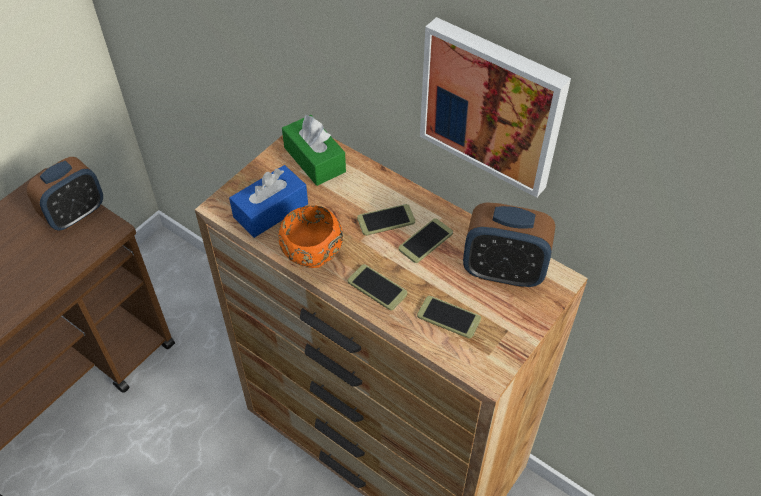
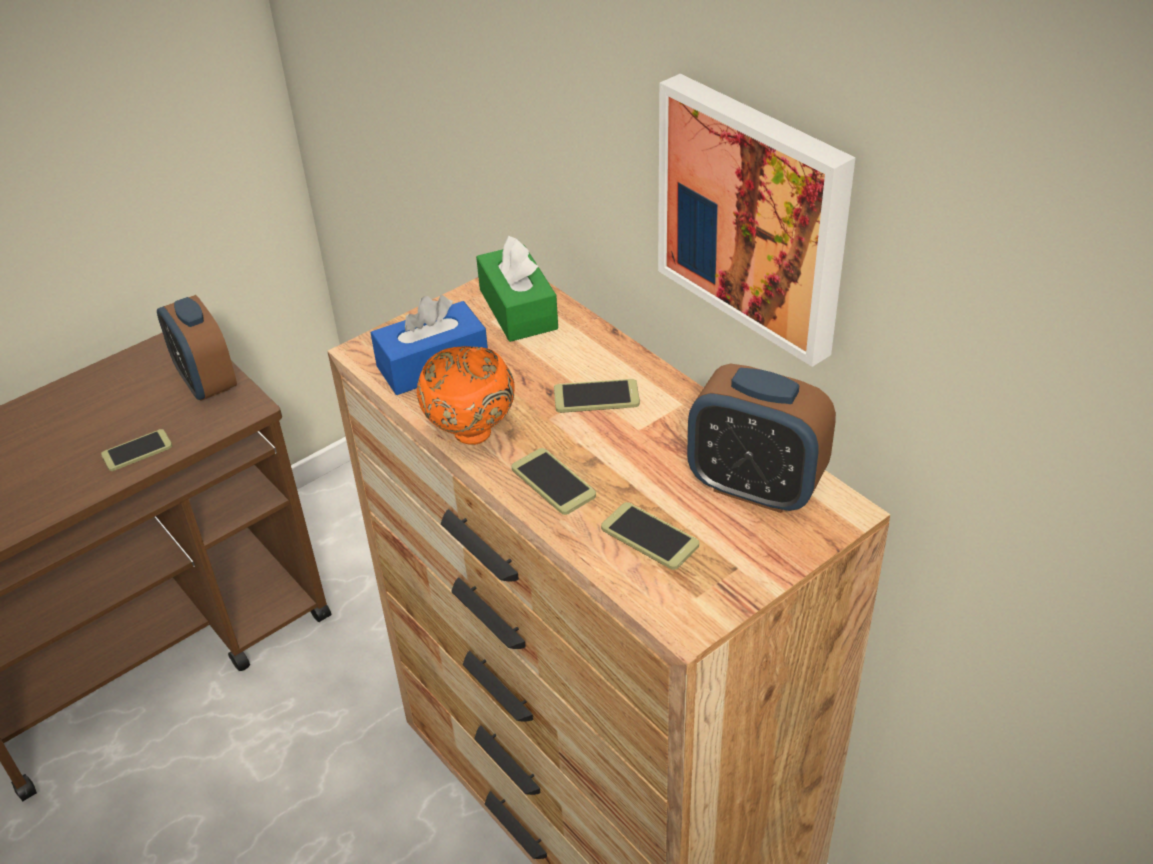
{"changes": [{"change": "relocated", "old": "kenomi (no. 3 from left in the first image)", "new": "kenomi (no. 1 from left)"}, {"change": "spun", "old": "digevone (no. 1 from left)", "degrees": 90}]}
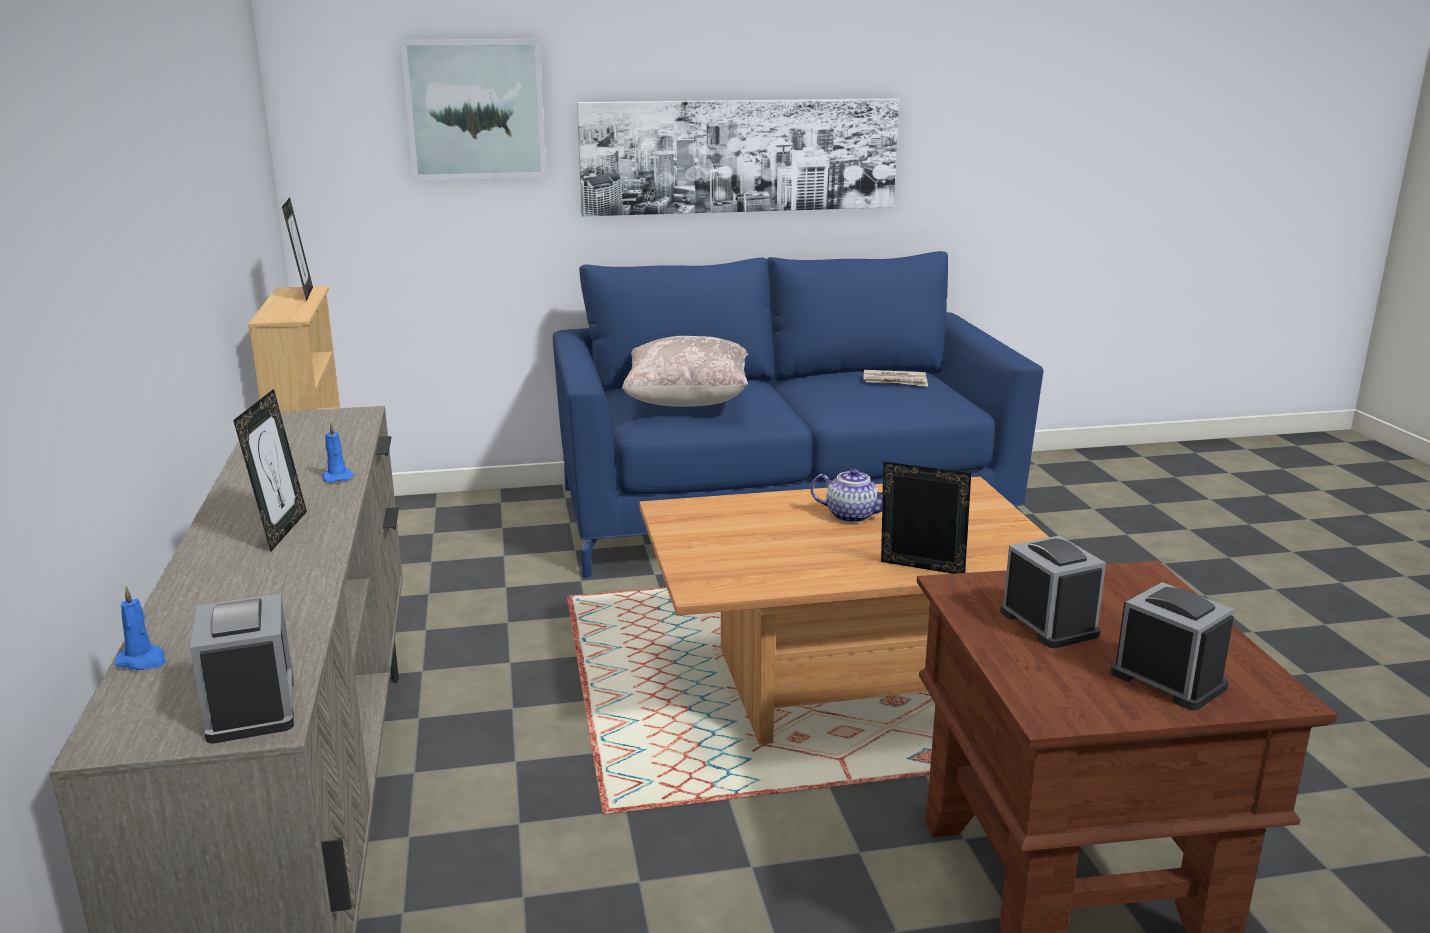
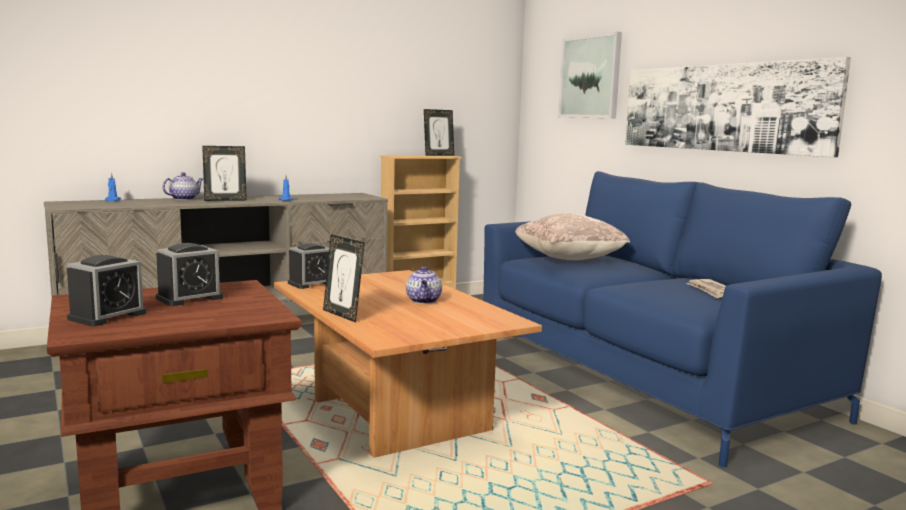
{"changes": [{"change": "appeared", "new": "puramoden (no. 1 from left)"}, {"change": "relocated", "old": "digevone (no. 1 from left in the first image)", "new": "digevone (no. 3 from left)"}, {"change": "spun", "old": "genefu (no. 3 from left in the first image)", "degrees": 135}]}
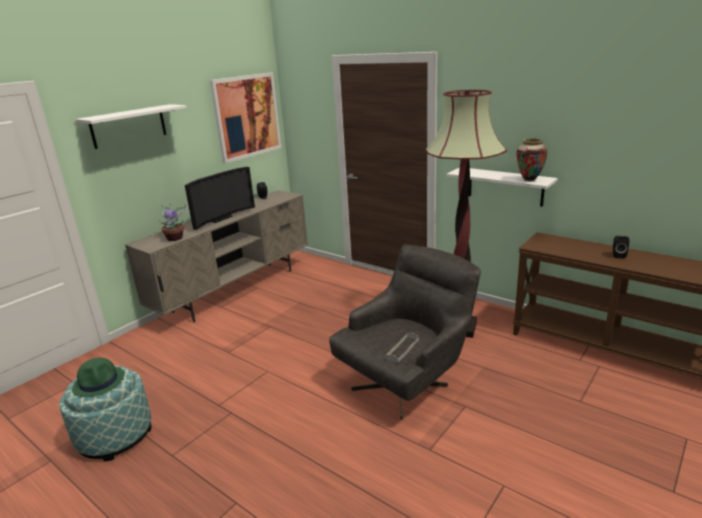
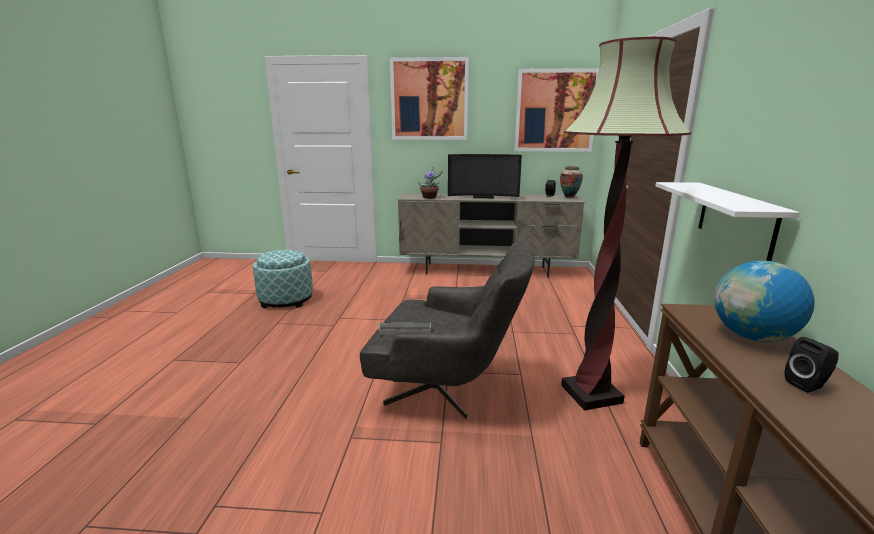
{"changes": [{"change": "missing", "old": "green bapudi"}, {"change": "appeared", "new": "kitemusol"}, {"change": "relocated", "old": "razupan"}, {"change": "exchanged", "old": "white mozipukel (no. 1 from left)", "new": "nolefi (no. 1 from left)"}]}
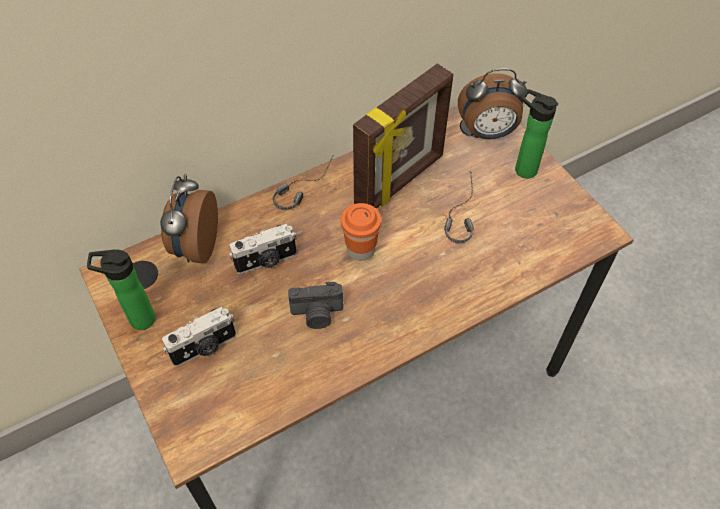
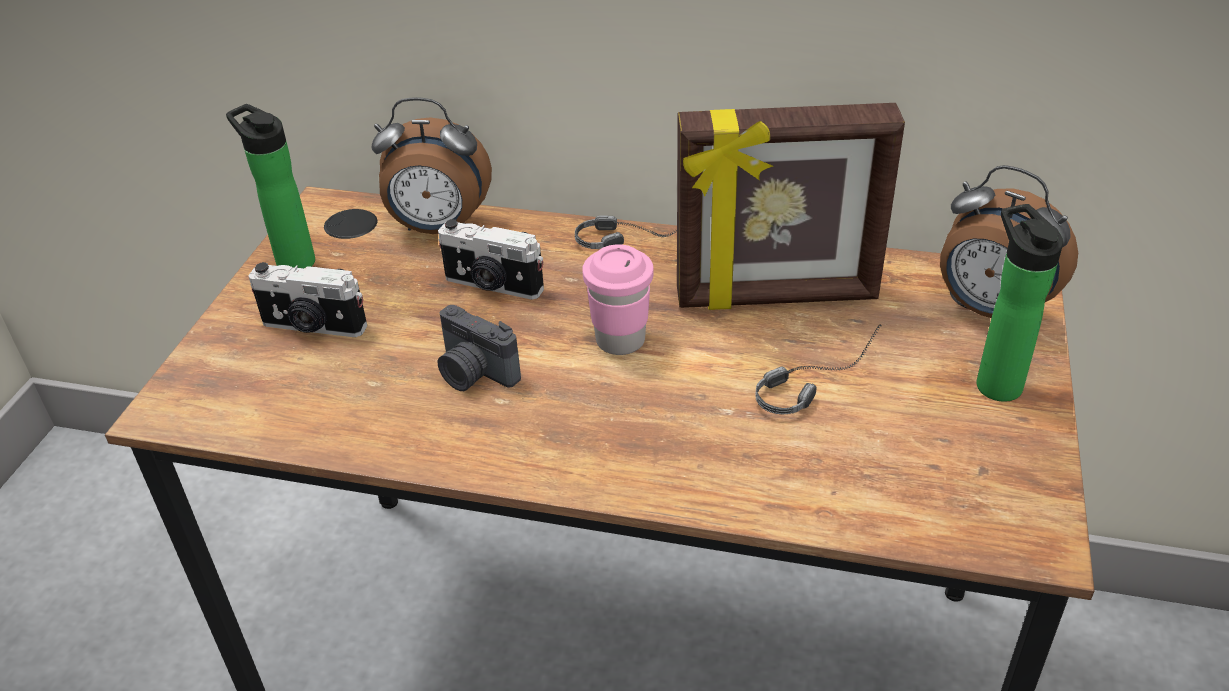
{"changes": [{"change": "colour", "old": "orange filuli", "new": "pink filuli"}, {"change": "spun", "old": "digevone (no. 1 from left)", "degrees": -135}]}
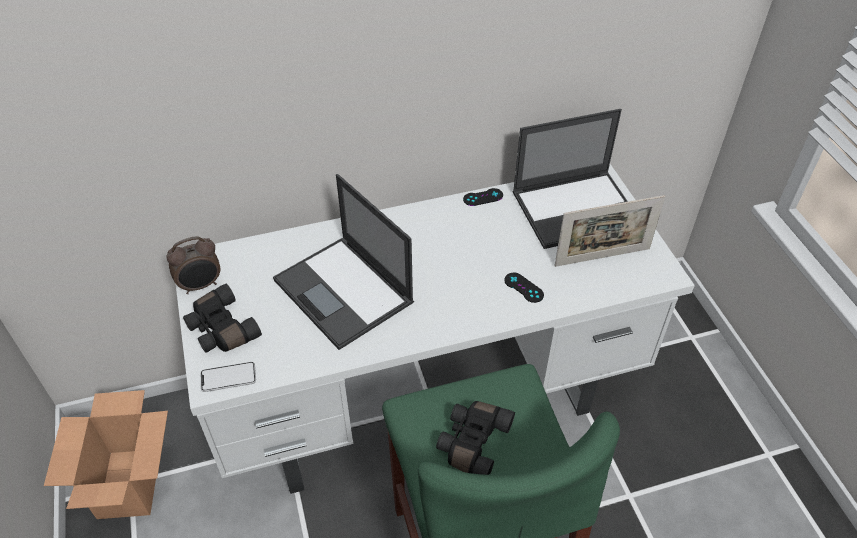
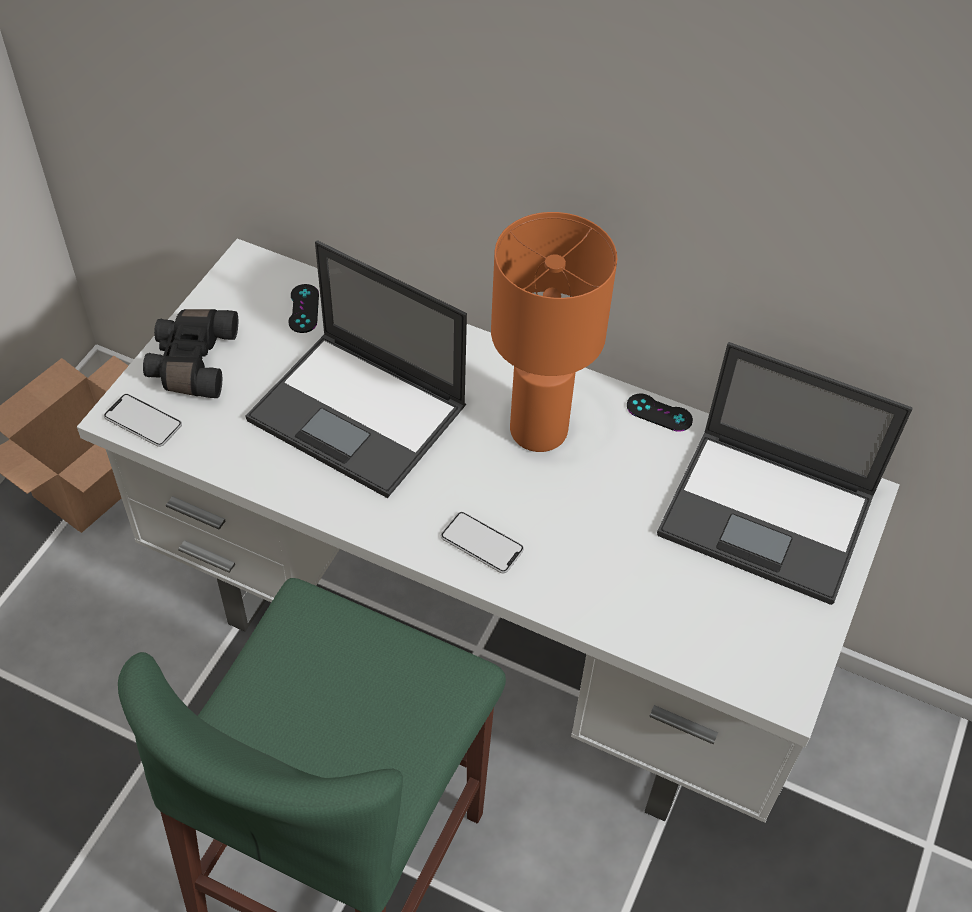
{"changes": [{"change": "missing", "old": "digevone"}, {"change": "missing", "old": "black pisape (no. 2 from left)"}, {"change": "missing", "old": "genefu"}, {"change": "appeared", "new": "kenomi (no. 2 from left)"}, {"change": "appeared", "new": "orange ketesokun"}, {"change": "relocated", "old": "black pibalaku (no. 2 from left in the first image)", "new": "black pibalaku (no. 1 from left)"}, {"change": "spun", "old": "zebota (no. 1 from left)", "degrees": -60}]}
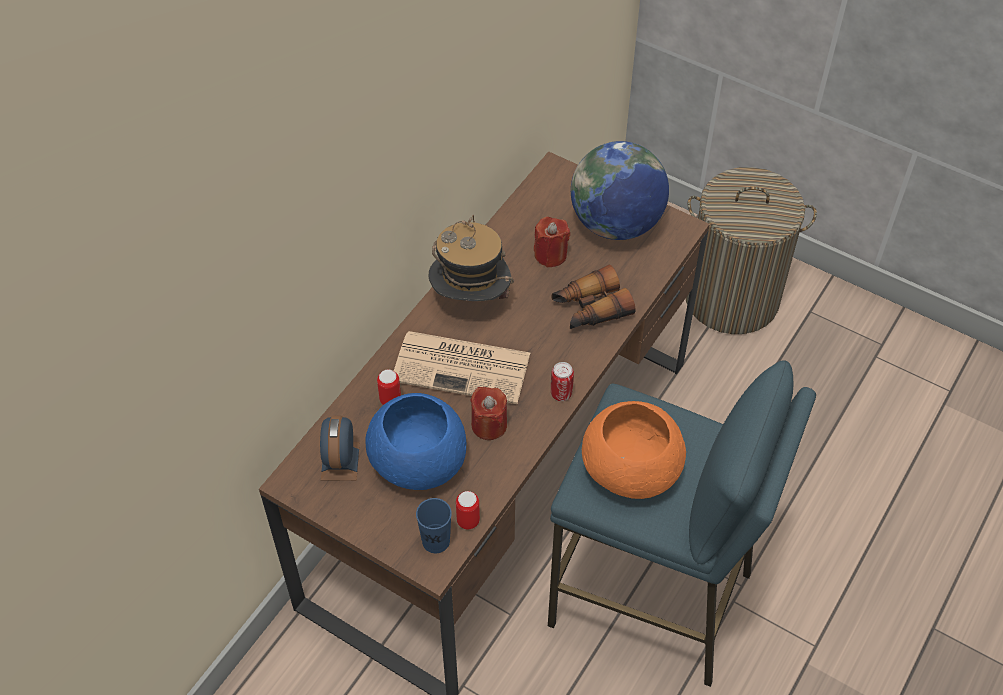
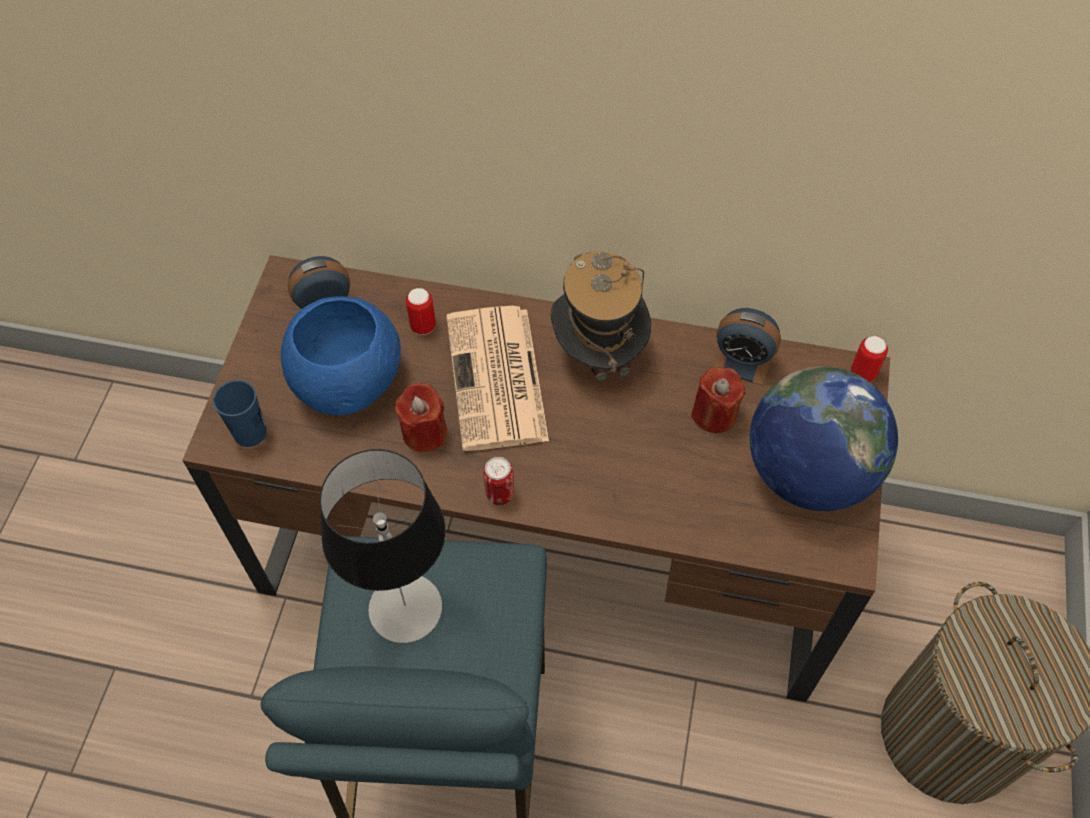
{"changes": [{"change": "missing", "old": "pisape"}, {"change": "appeared", "new": "digevone (no. 2 from left)"}, {"change": "relocated", "old": "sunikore (no. 2 from left in the first image)", "new": "sunikore (no. 3 from left)"}, {"change": "exchanged", "old": "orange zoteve", "new": "ketesokun"}]}
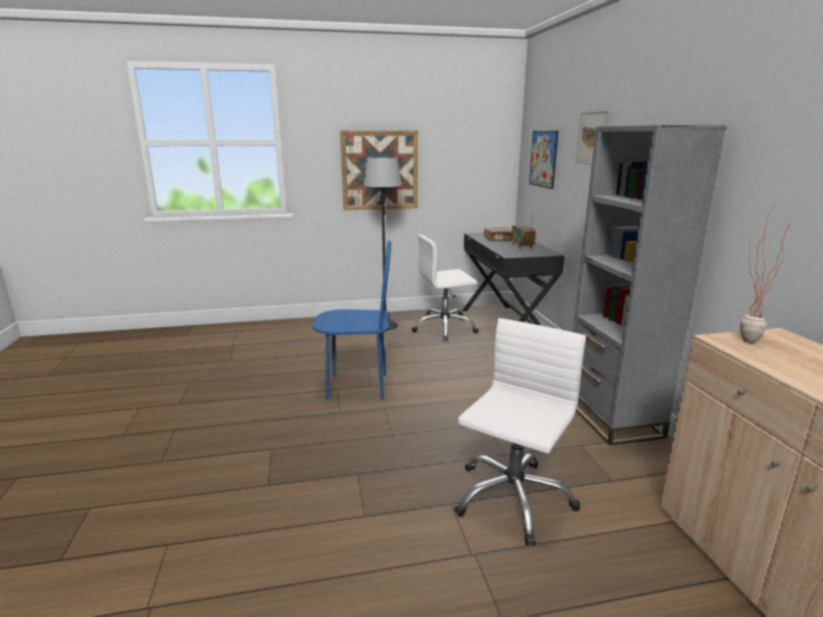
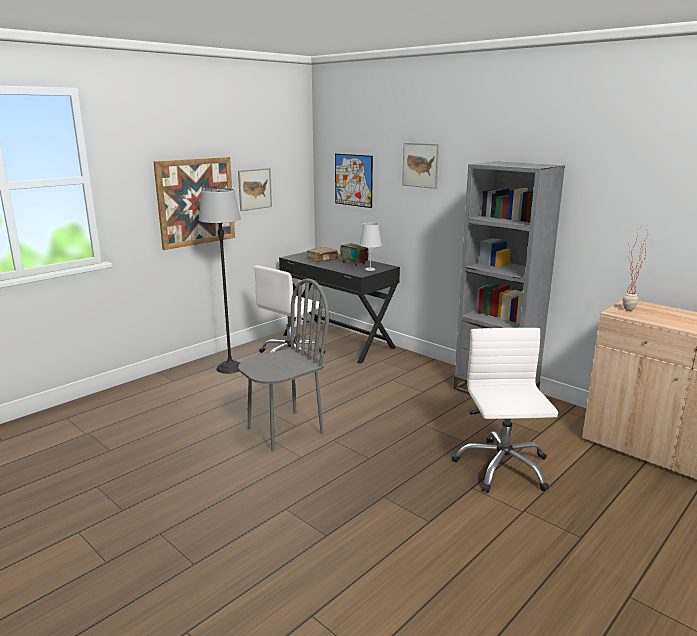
{"changes": [{"change": "appeared", "new": "nolefi (no. 2 from left)"}, {"change": "appeared", "new": "white ketesokun"}, {"change": "colour", "old": "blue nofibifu", "new": "grey nofibifu"}]}
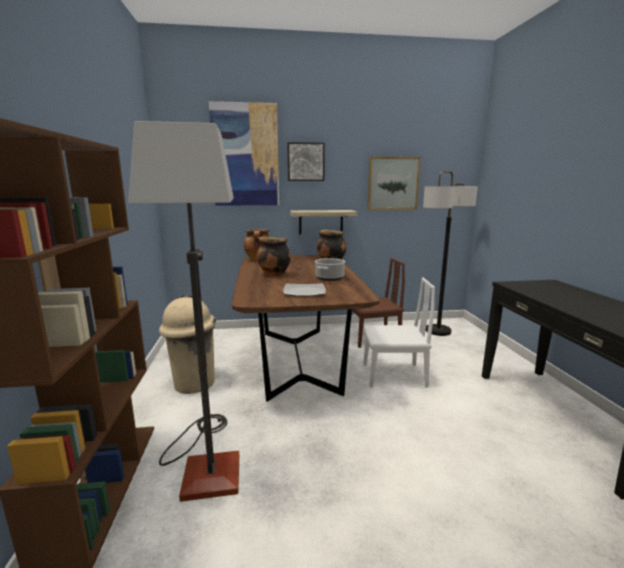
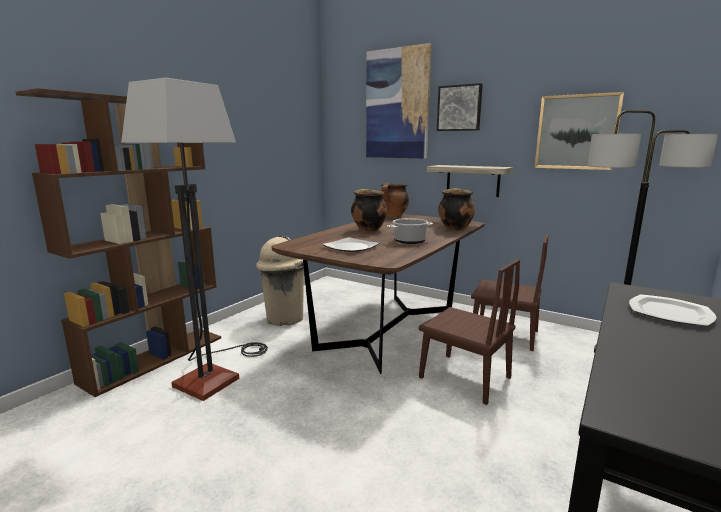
{"changes": [{"change": "appeared", "new": "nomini (no. 2 from left)"}, {"change": "colour", "old": "white nofibifu", "new": "brown nofibifu (no. 1 from left)"}]}
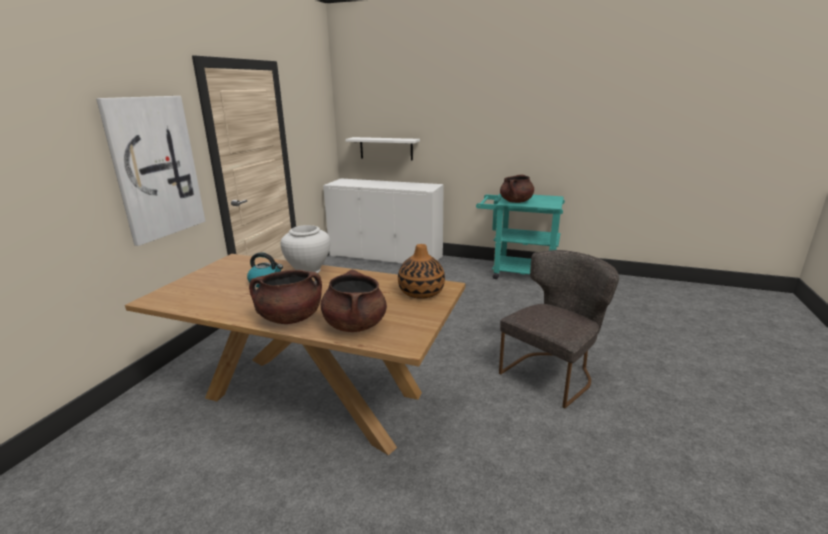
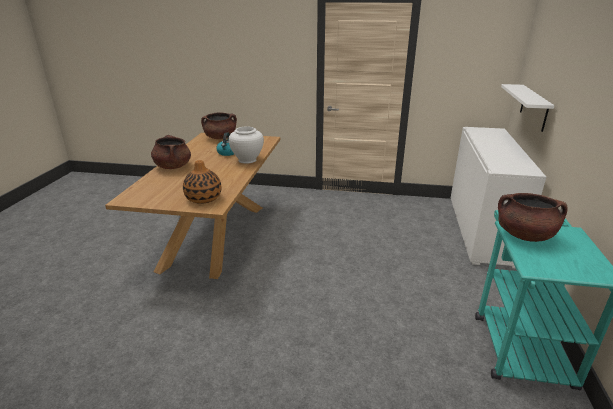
{"changes": [{"change": "missing", "old": "nolefi"}, {"change": "missing", "old": "grey nofibifu"}, {"change": "relocated", "old": "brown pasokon (no. 2 from left)"}]}
